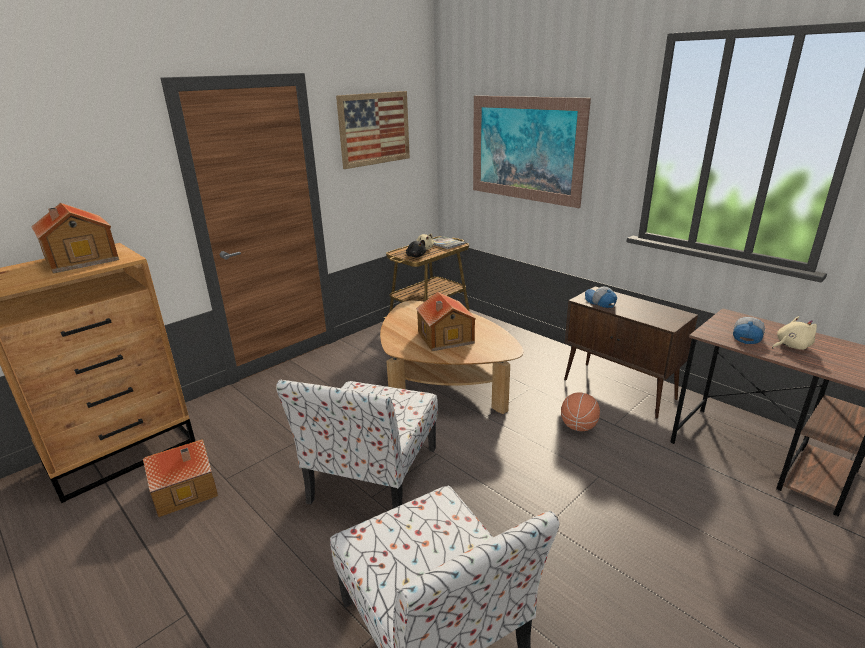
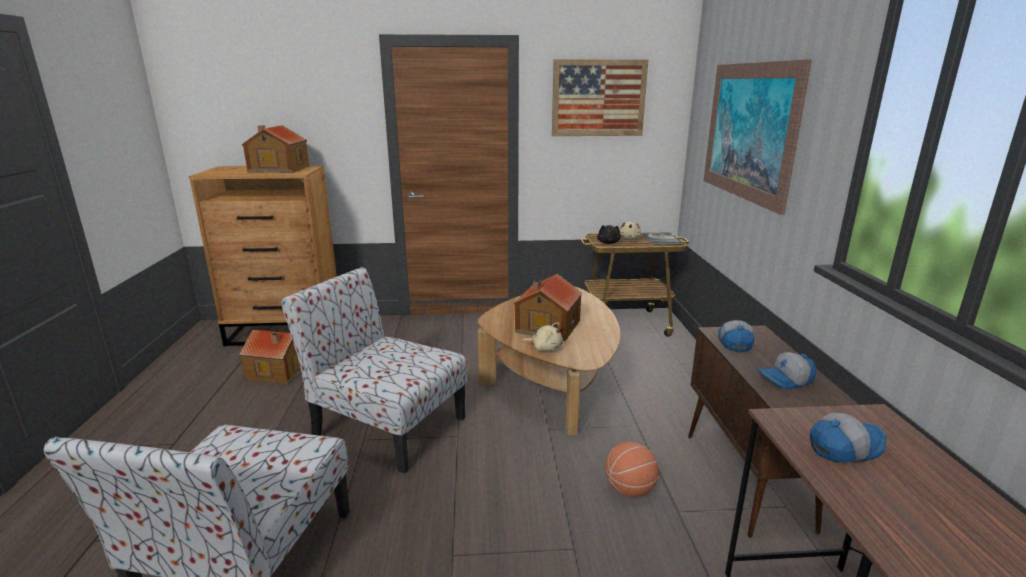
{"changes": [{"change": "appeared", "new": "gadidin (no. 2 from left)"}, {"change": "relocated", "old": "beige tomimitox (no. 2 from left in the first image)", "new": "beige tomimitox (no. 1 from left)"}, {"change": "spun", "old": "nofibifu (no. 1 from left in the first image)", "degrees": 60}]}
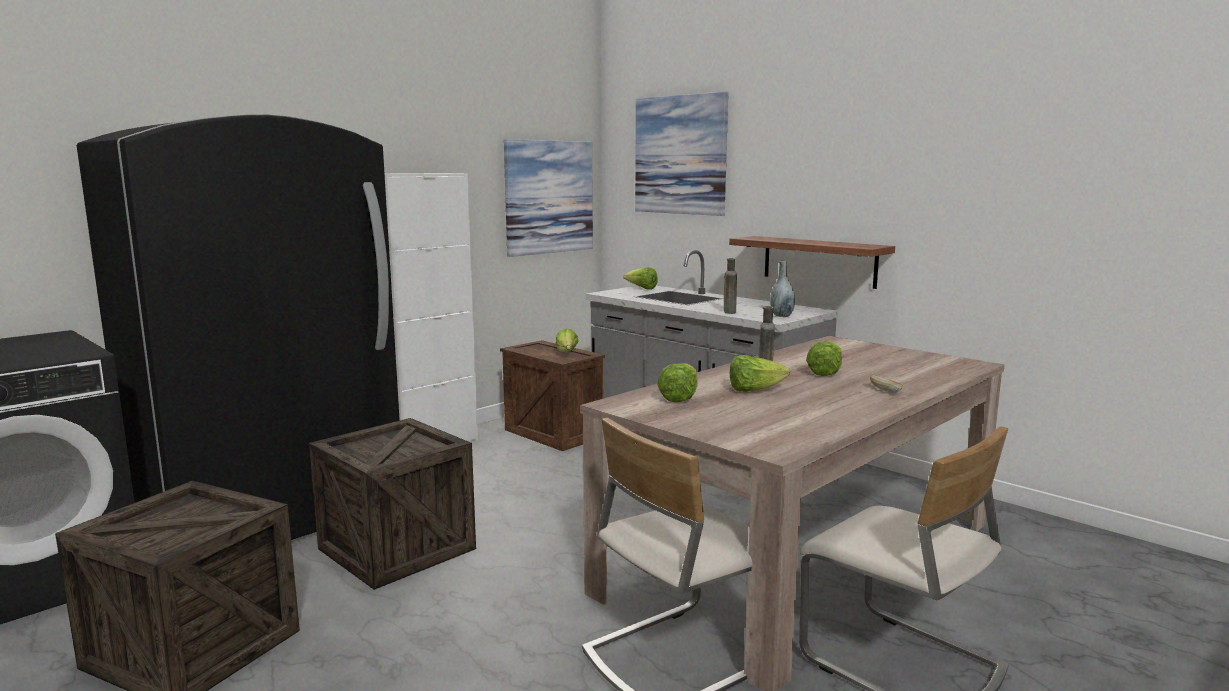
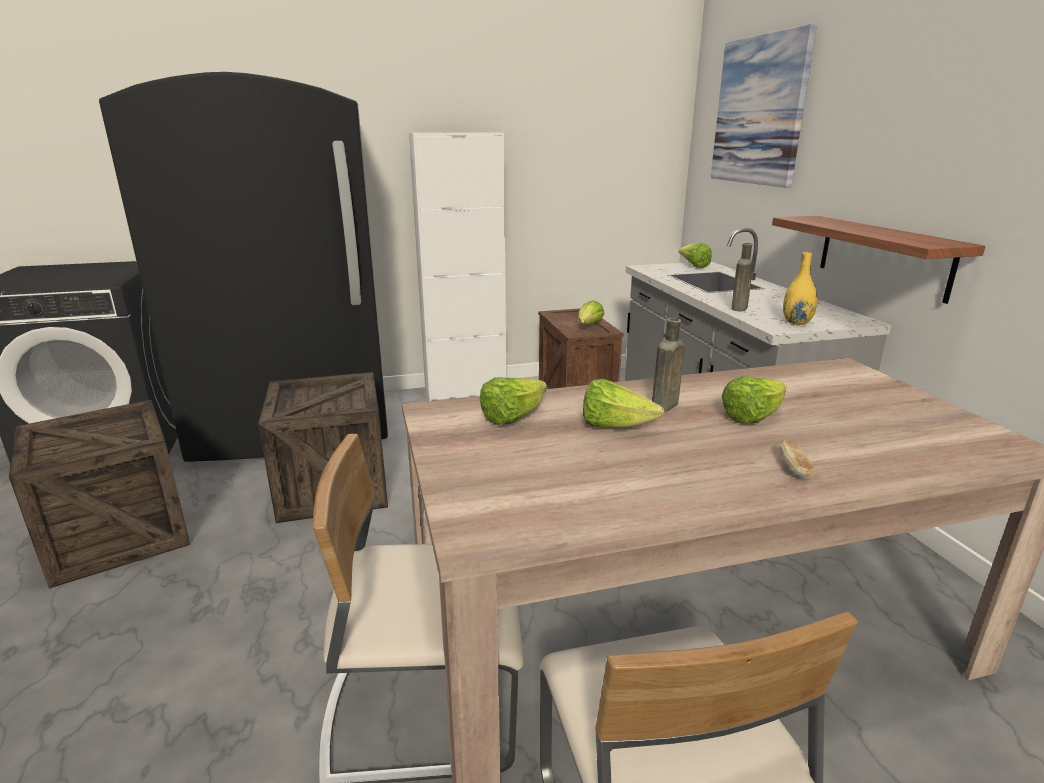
{"changes": [{"change": "missing", "old": "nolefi (no. 1 from left)"}, {"change": "colour", "old": "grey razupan", "new": "yellow razupan"}]}
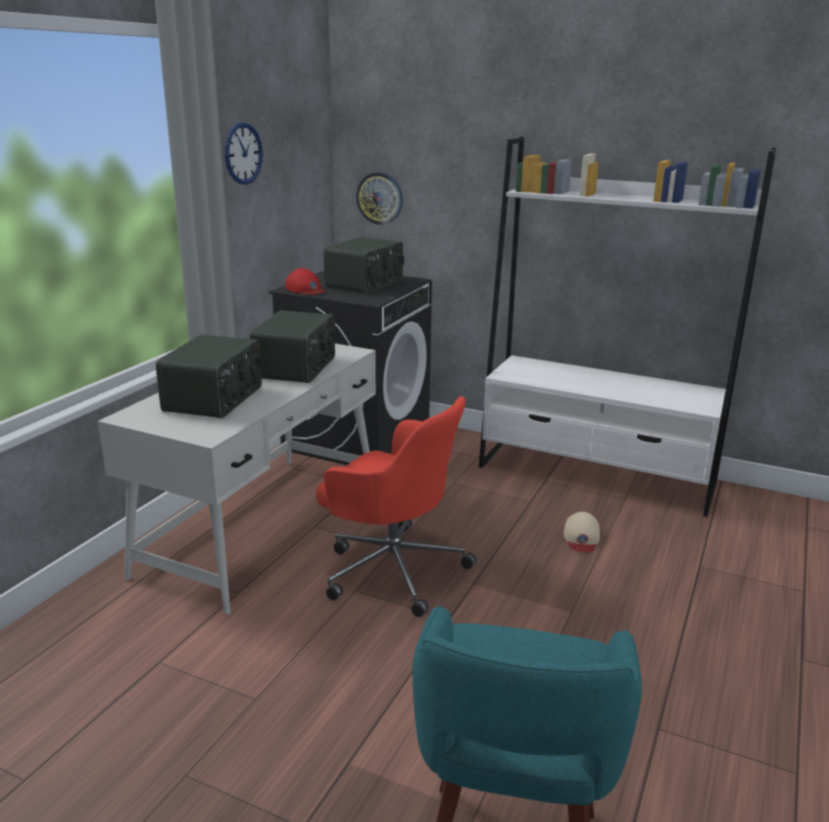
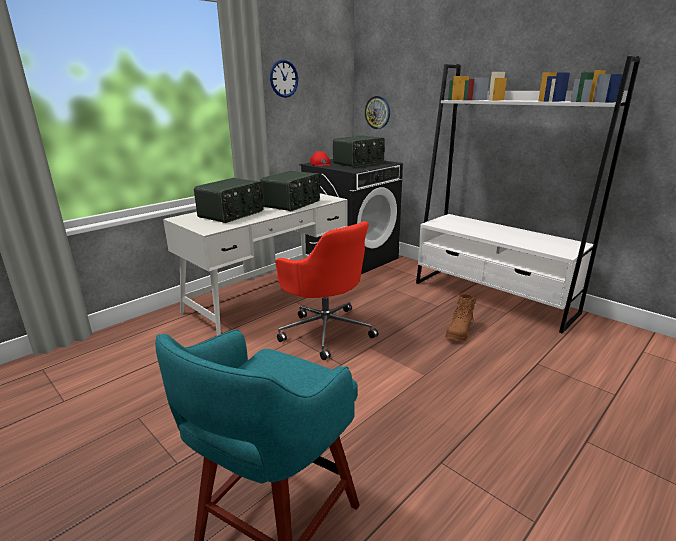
{"changes": [{"change": "exchanged", "old": "beige gadidin", "new": "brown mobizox"}]}
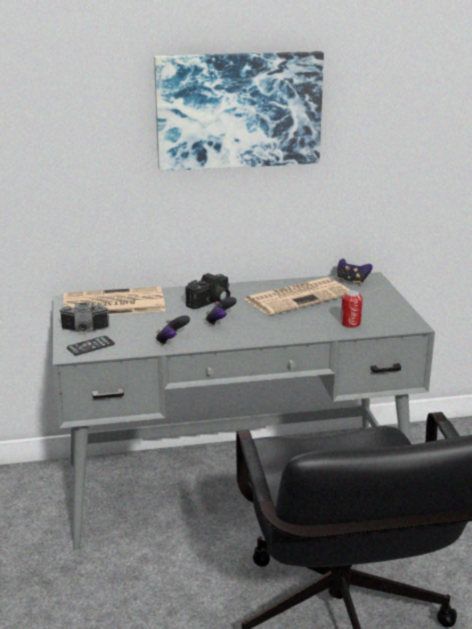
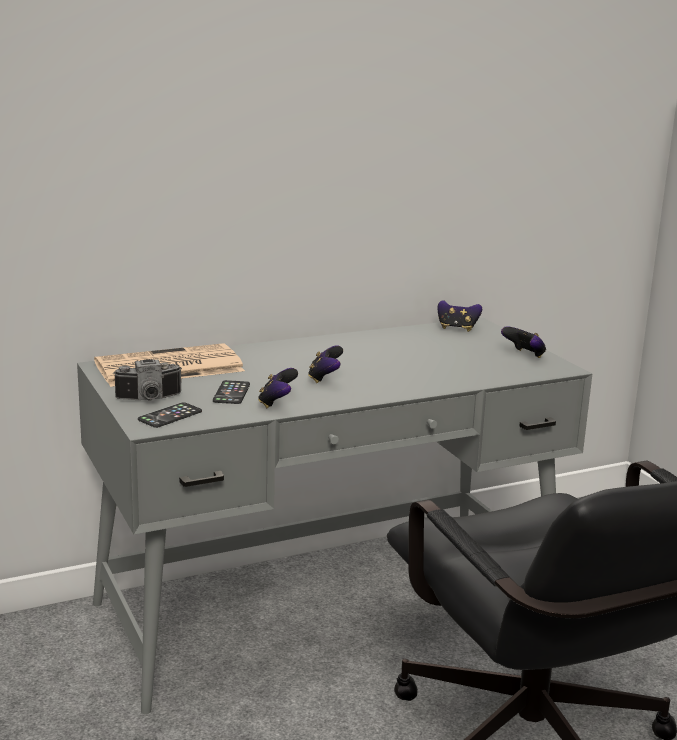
{"changes": [{"change": "missing", "old": "nolefi"}, {"change": "missing", "old": "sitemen (no. 2 from left)"}, {"change": "missing", "old": "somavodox (no. 2 from left)"}, {"change": "missing", "old": "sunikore"}, {"change": "appeared", "new": "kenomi (no. 2 from left)"}, {"change": "appeared", "new": "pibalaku (no. 4 from left)"}]}
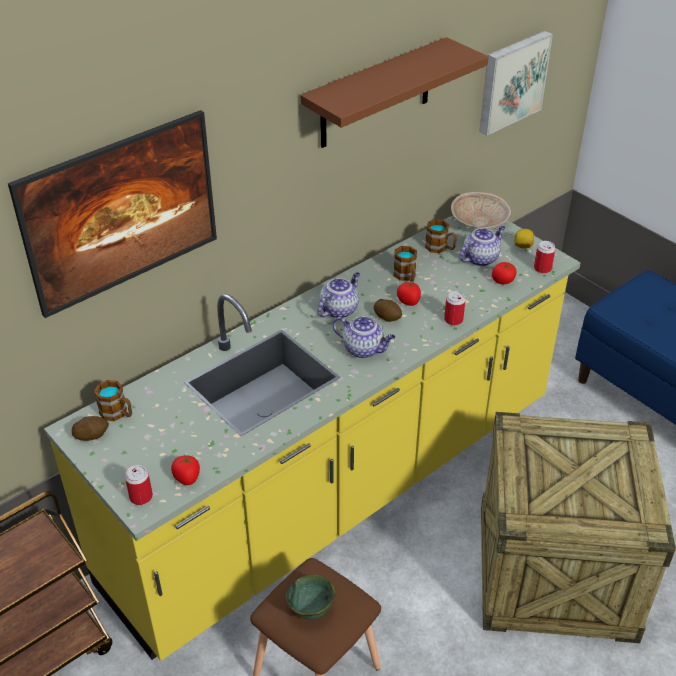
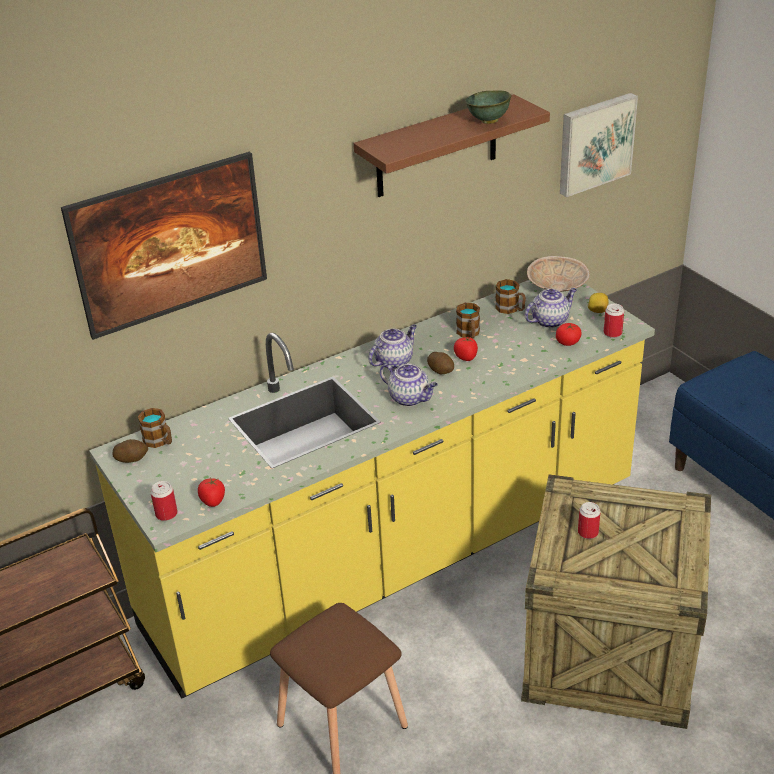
{"changes": [{"change": "relocated", "old": "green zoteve"}, {"change": "relocated", "old": "sunikore (no. 2 from left)"}]}
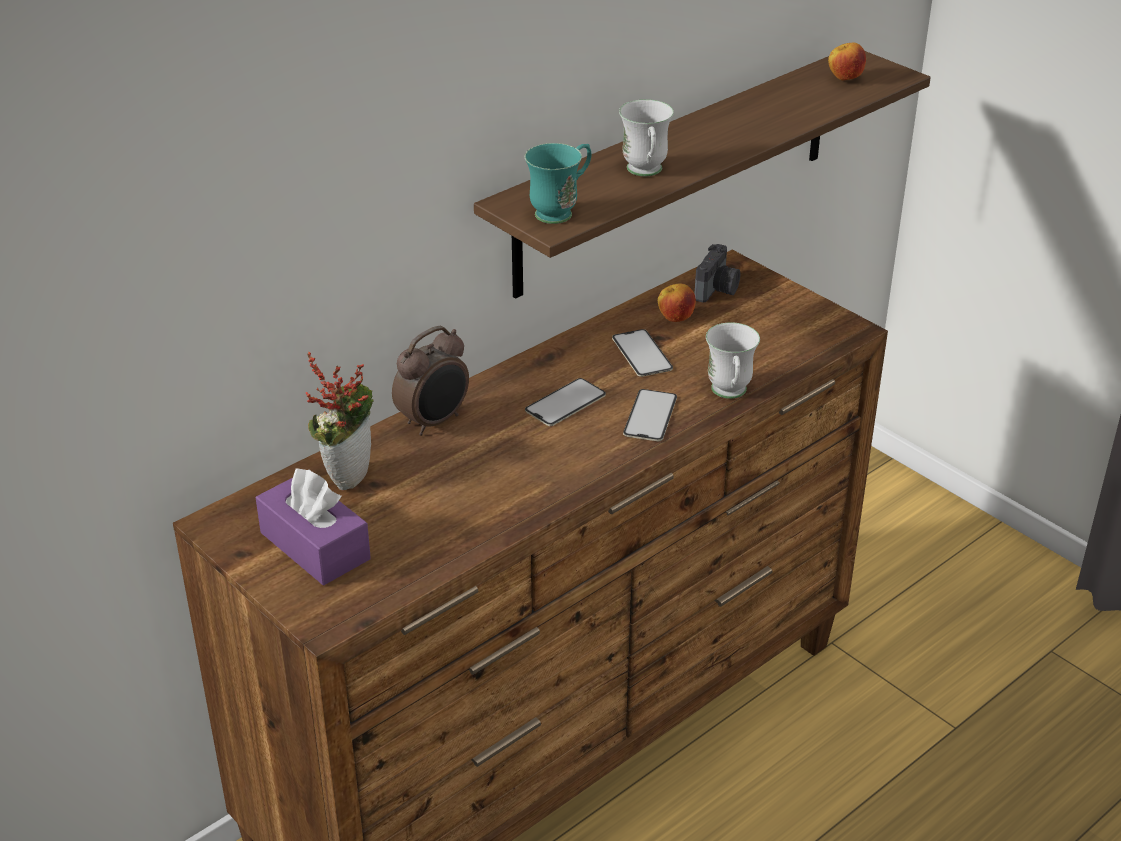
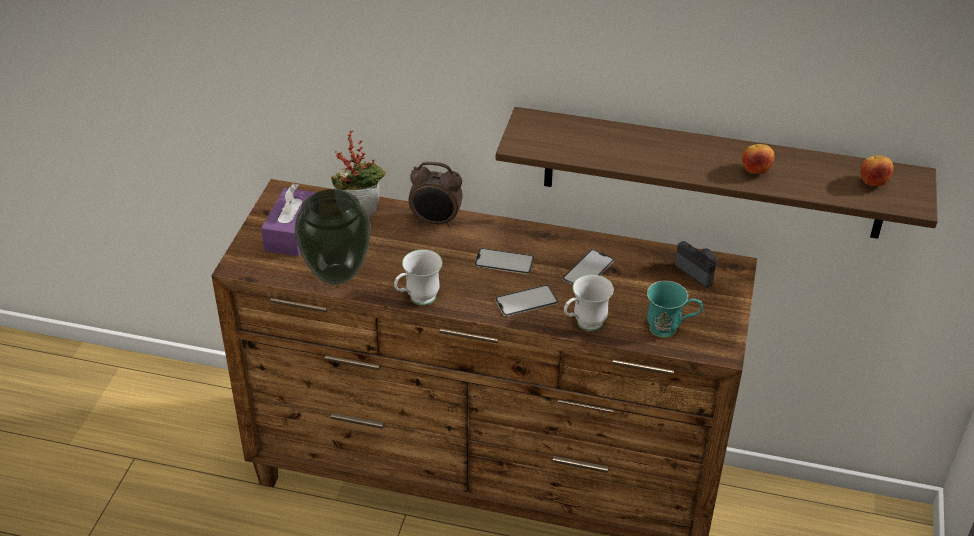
{"changes": [{"change": "appeared", "new": "razupan"}, {"change": "relocated", "old": "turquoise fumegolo"}, {"change": "relocated", "old": "white fumegolo (no. 1 from left)"}, {"change": "relocated", "old": "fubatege (no. 1 from left)"}, {"change": "spun", "old": "sitemen", "degrees": -120}]}
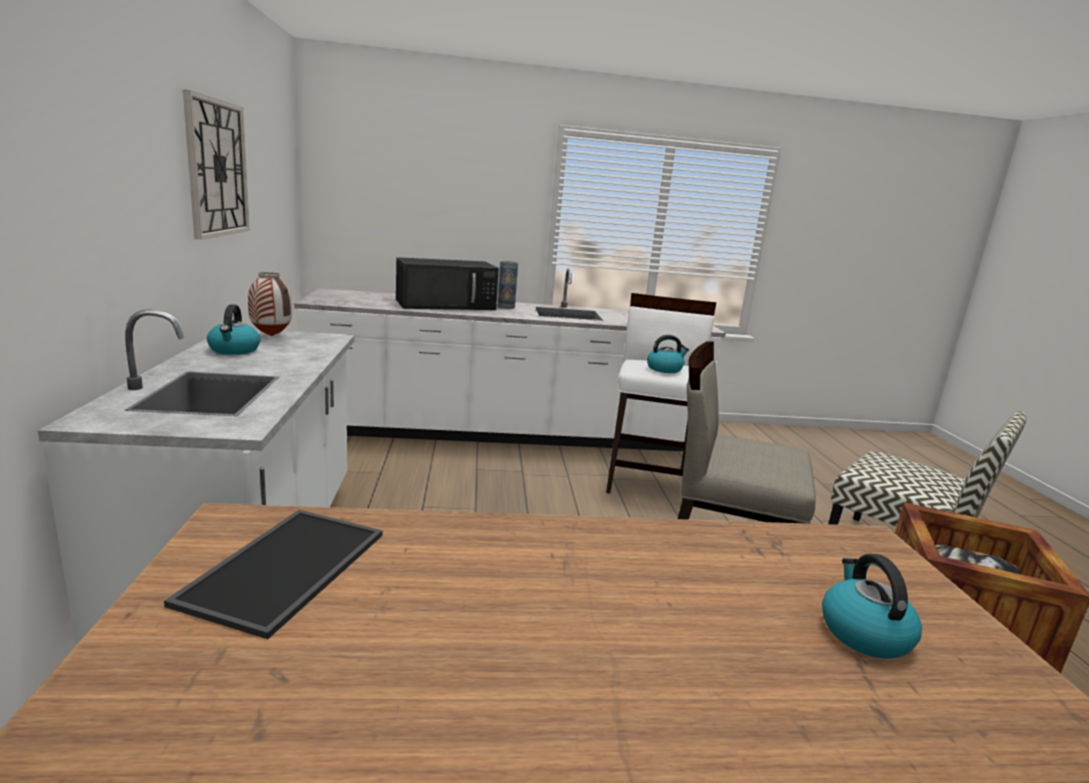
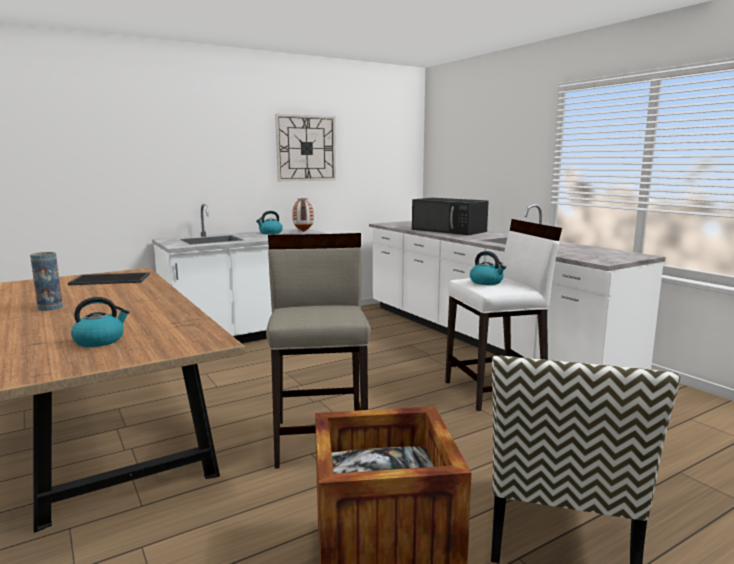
{"changes": [{"change": "relocated", "old": "razupan (no. 2 from left in the first image)", "new": "razupan (no. 1 from left)"}]}
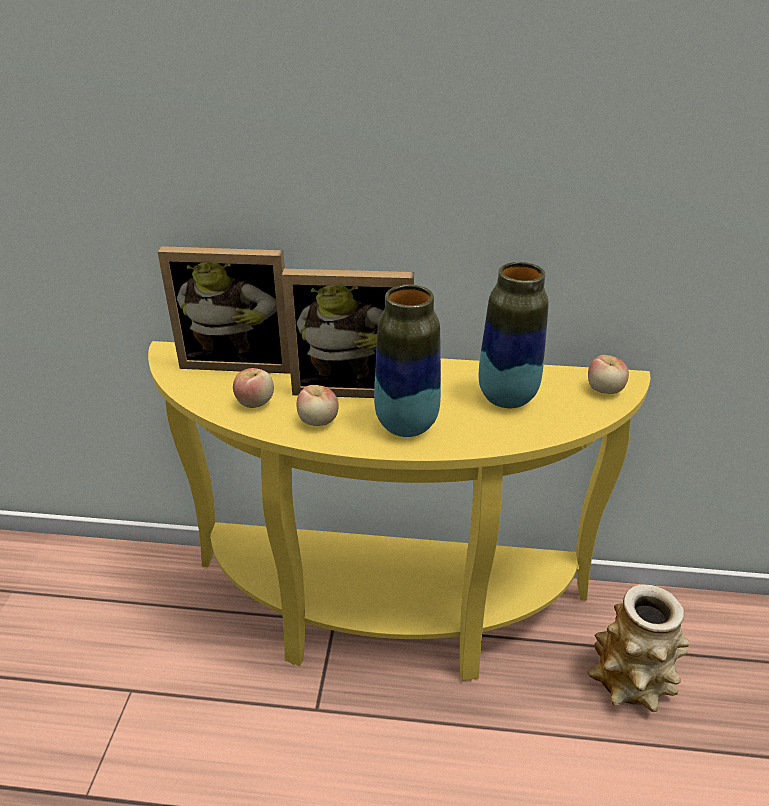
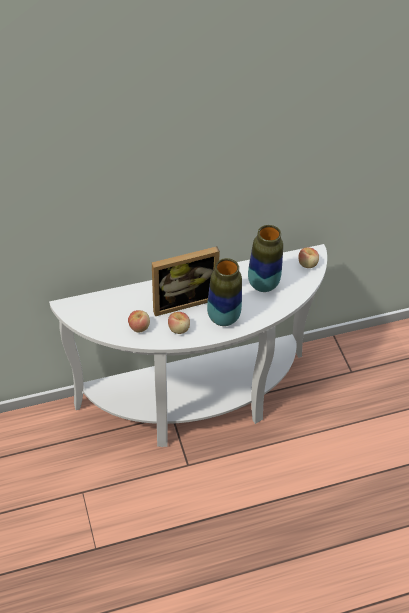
{"changes": [{"change": "missing", "old": "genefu (no. 1 from left)"}, {"change": "missing", "old": "razupan (no. 3 from left)"}, {"change": "colour", "old": "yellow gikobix", "new": "white gikobix"}]}
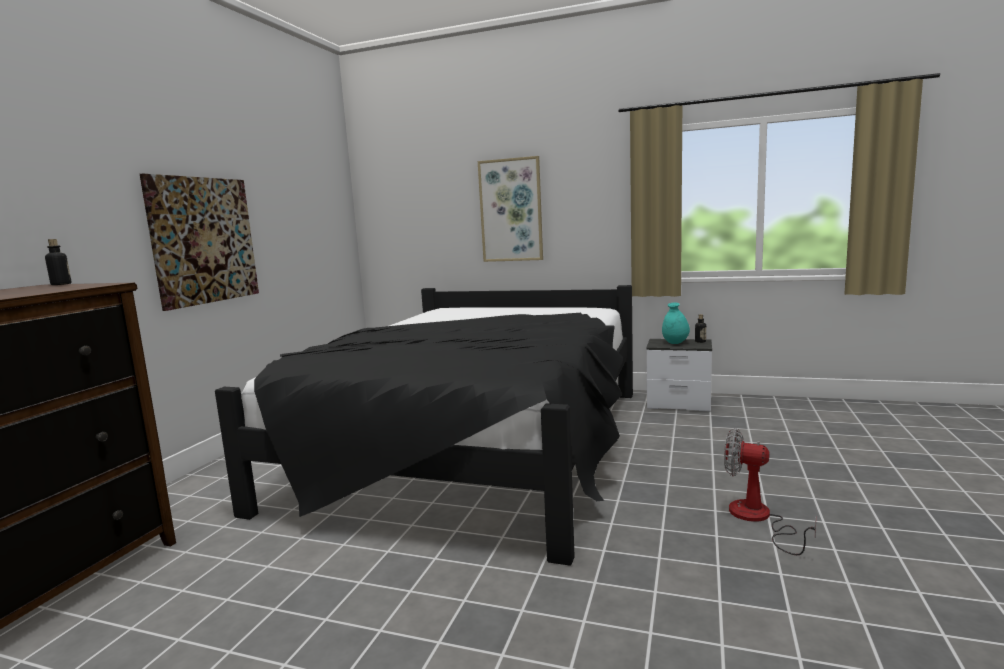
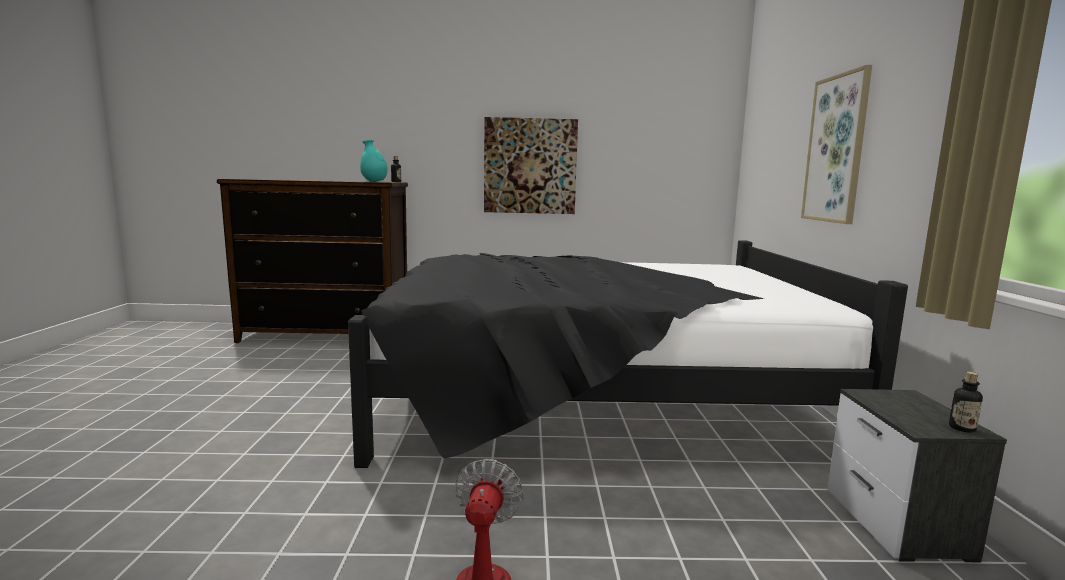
{"changes": [{"change": "relocated", "old": "turquoise razupan"}]}
